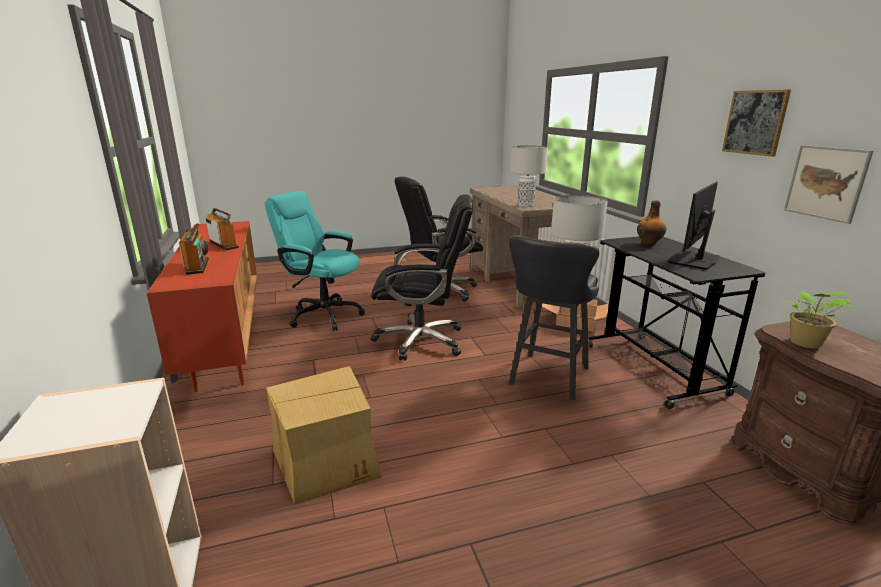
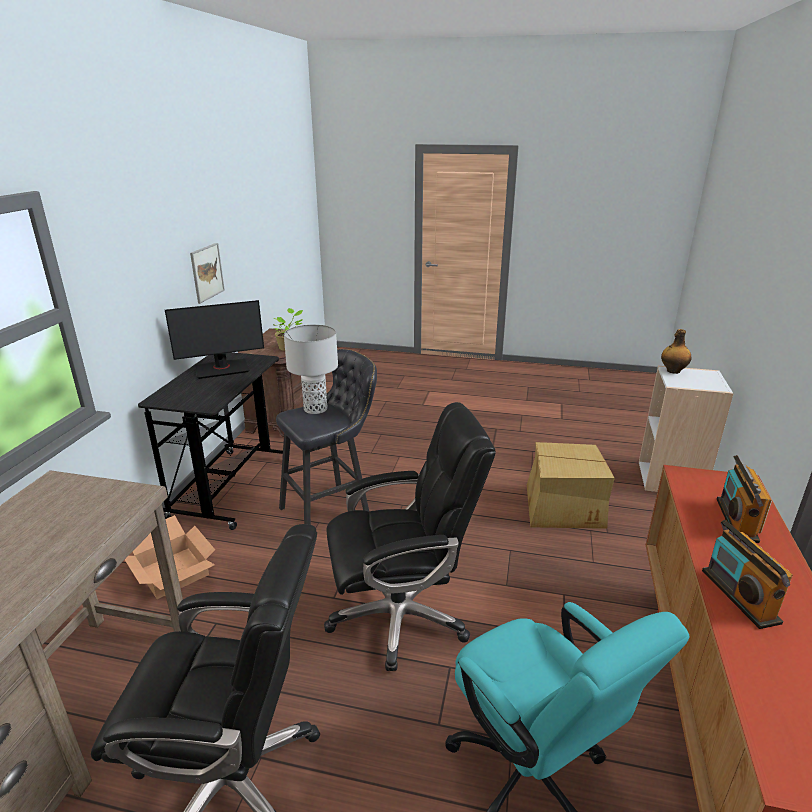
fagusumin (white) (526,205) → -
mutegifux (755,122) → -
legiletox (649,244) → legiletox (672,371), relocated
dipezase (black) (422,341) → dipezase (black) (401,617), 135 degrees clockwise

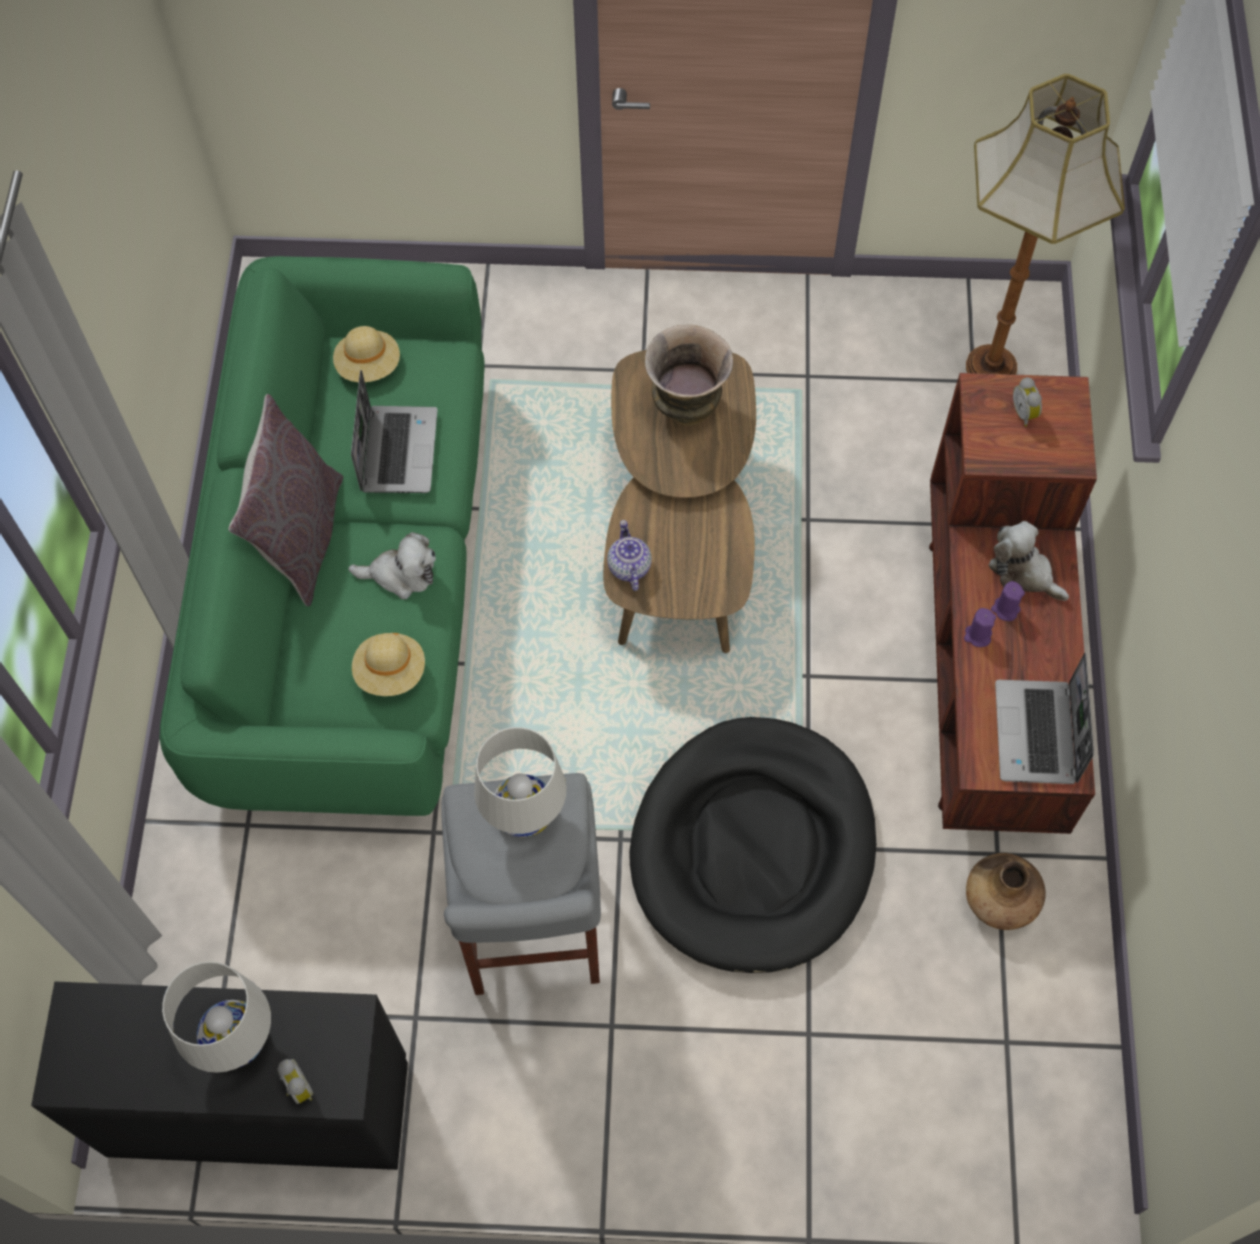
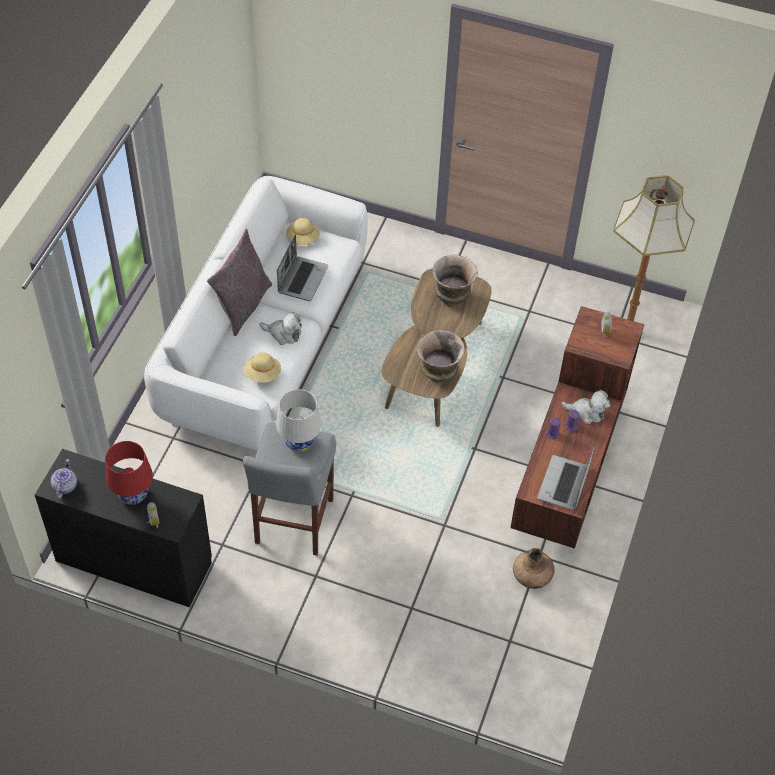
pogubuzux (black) (753,848) → -
- → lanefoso (438,375)
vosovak (628,566) → vosovak (65,486), relocated
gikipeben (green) (353,584) → gikipeben (white) (264,345)
fagusumin (white) (236,1039) → fagusumin (red) (133,494)
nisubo (1023,572) → nisubo (587,412), 135 degrees clockwise

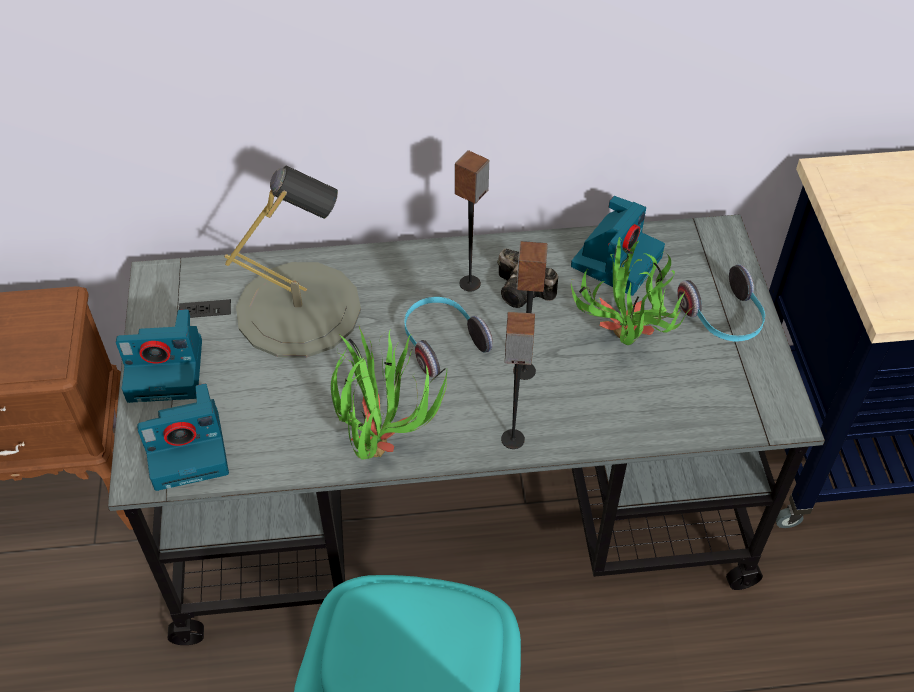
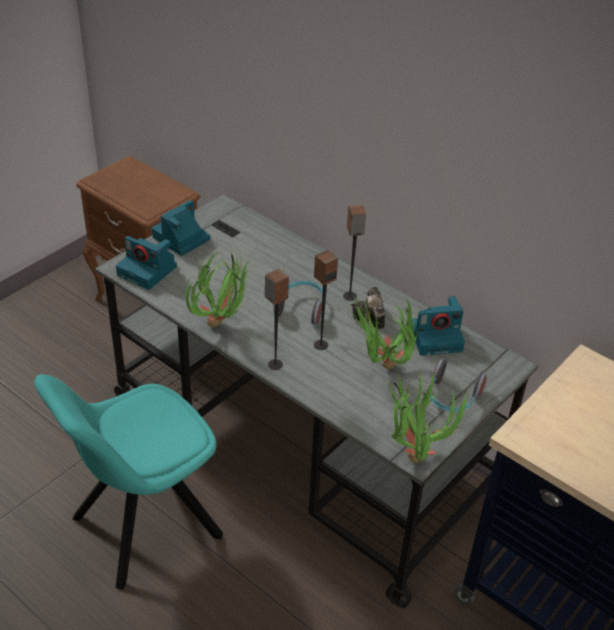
fagusumin (grey) (299,309) → -
- → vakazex (416,451)
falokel (167,369) → falokel (180,239), 90 degrees clockwise

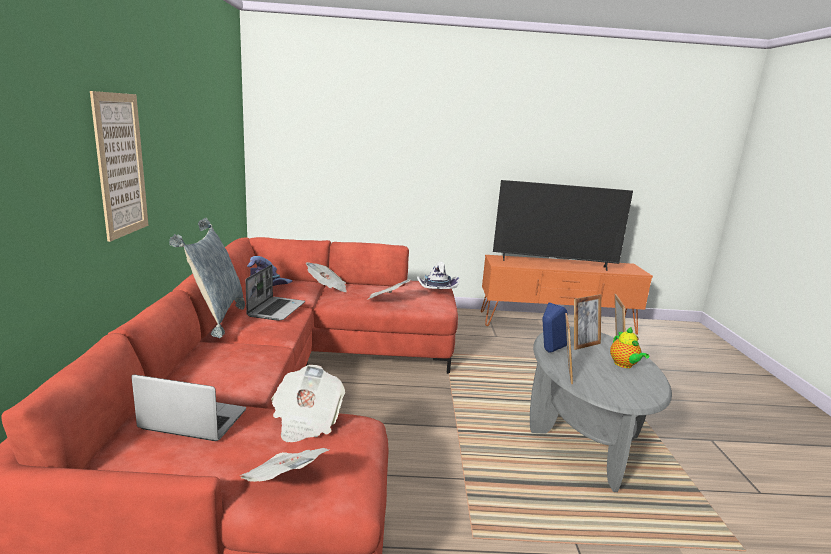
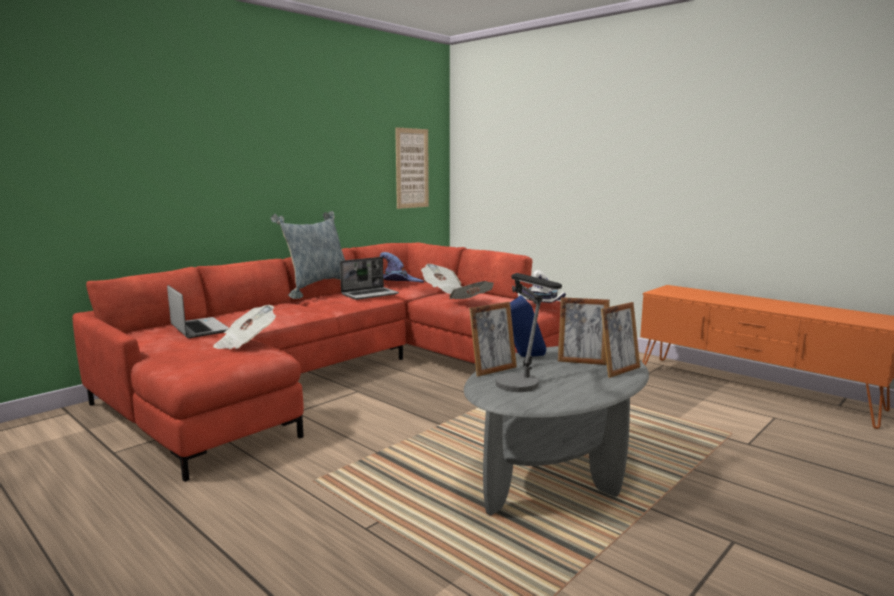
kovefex (284,482) → -
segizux (553,263) → -
vosovak (624,365) → -
- → fagusumin (523,389)
mutegifux (121,165) → mutegifux (412,168), relocated

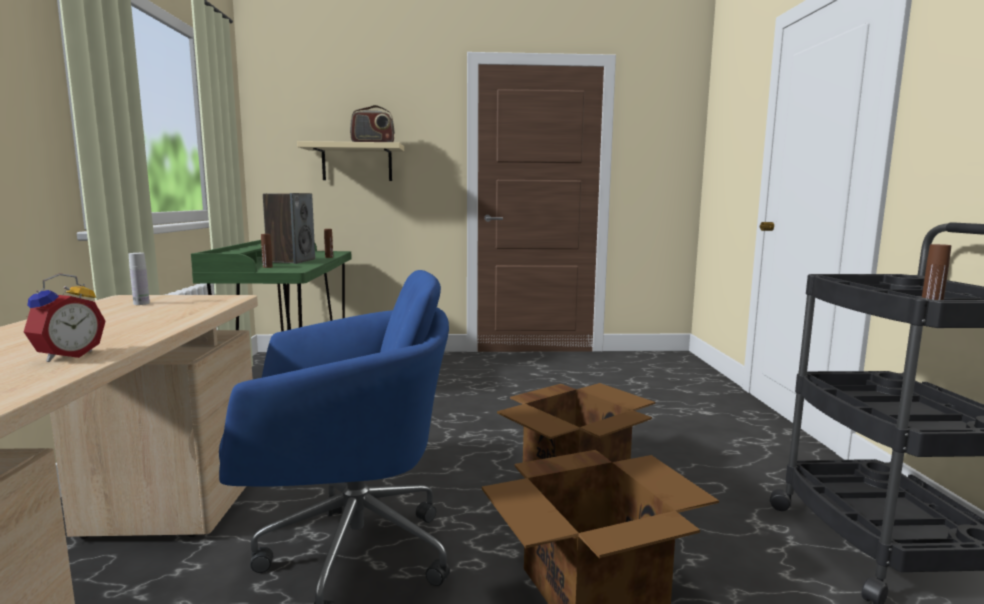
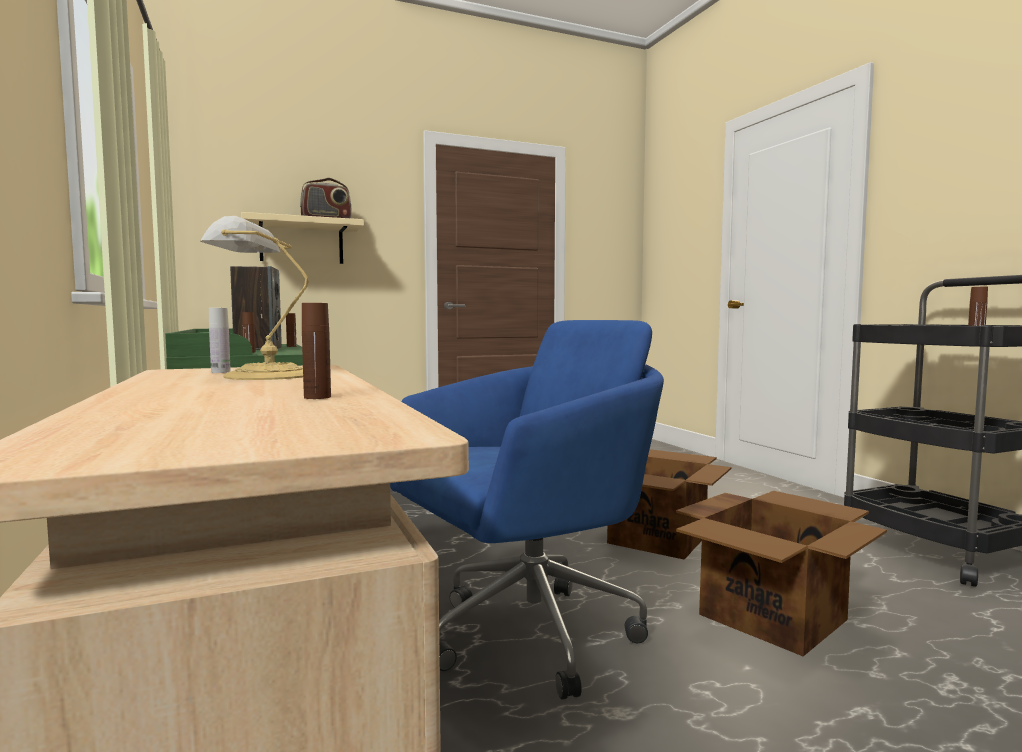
- → fagusumin (264,375)
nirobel (66,356) → legiletox (brown) (317,397)

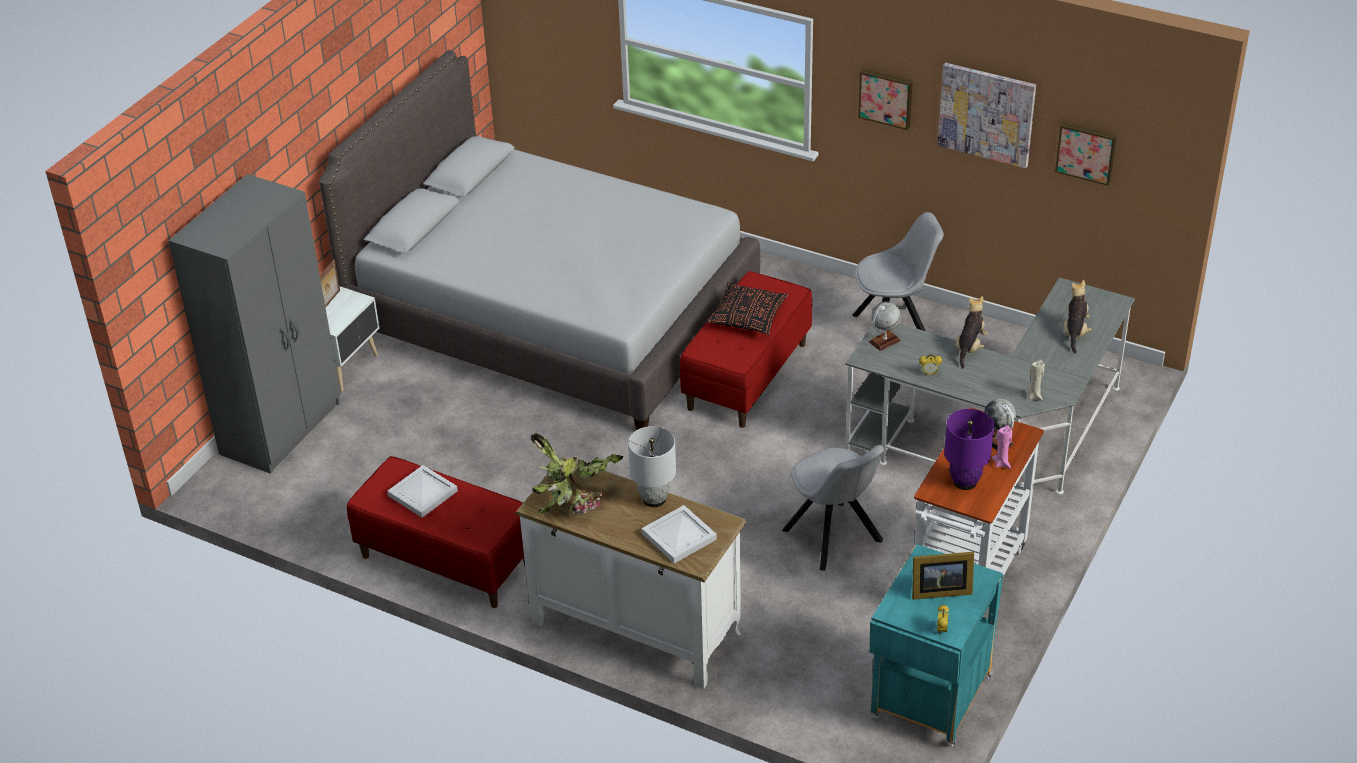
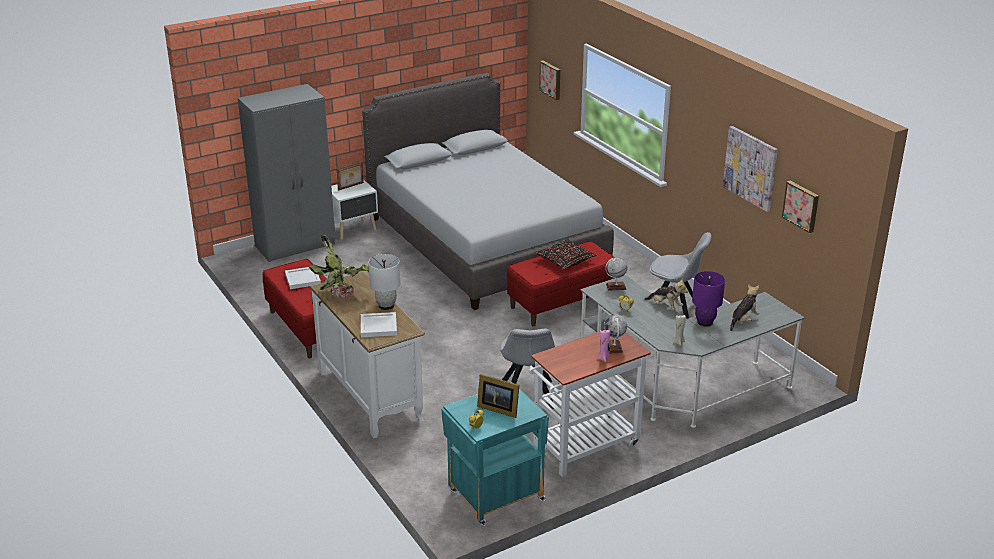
mutegifux (886,97) → mutegifux (551,79), relocated
fagusumin (purple) (965,481) → fagusumin (purple) (705,322), relocated
nisubo (970,347) → nisubo (665,306), 75 degrees clockwise

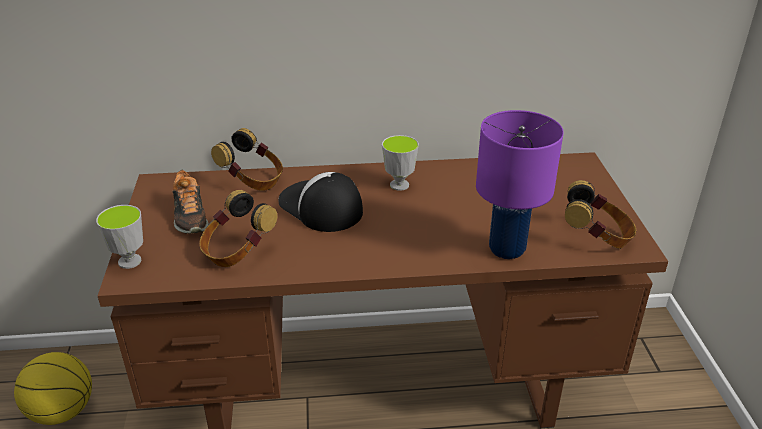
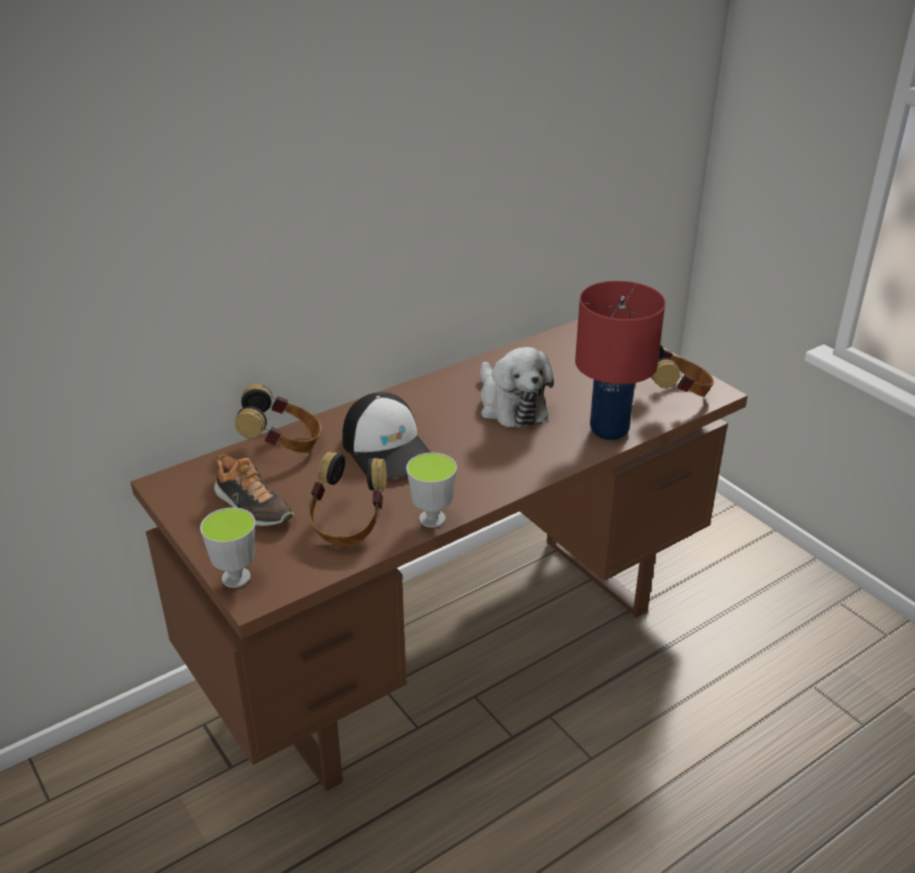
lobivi (62,411) → -
- → nisubo (510,405)
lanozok (399,185) → lanozok (432,519), relocated
fagusumin (purple) (505,251) → fagusumin (red) (609,432)
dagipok (320,207) → dagipok (388,449), 135 degrees counterclockwise

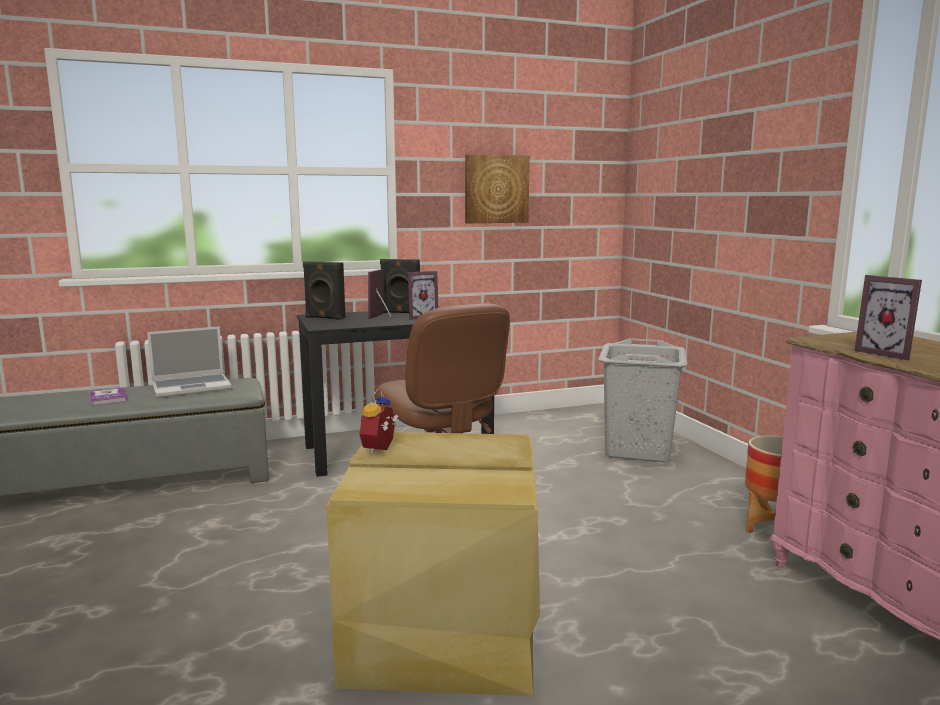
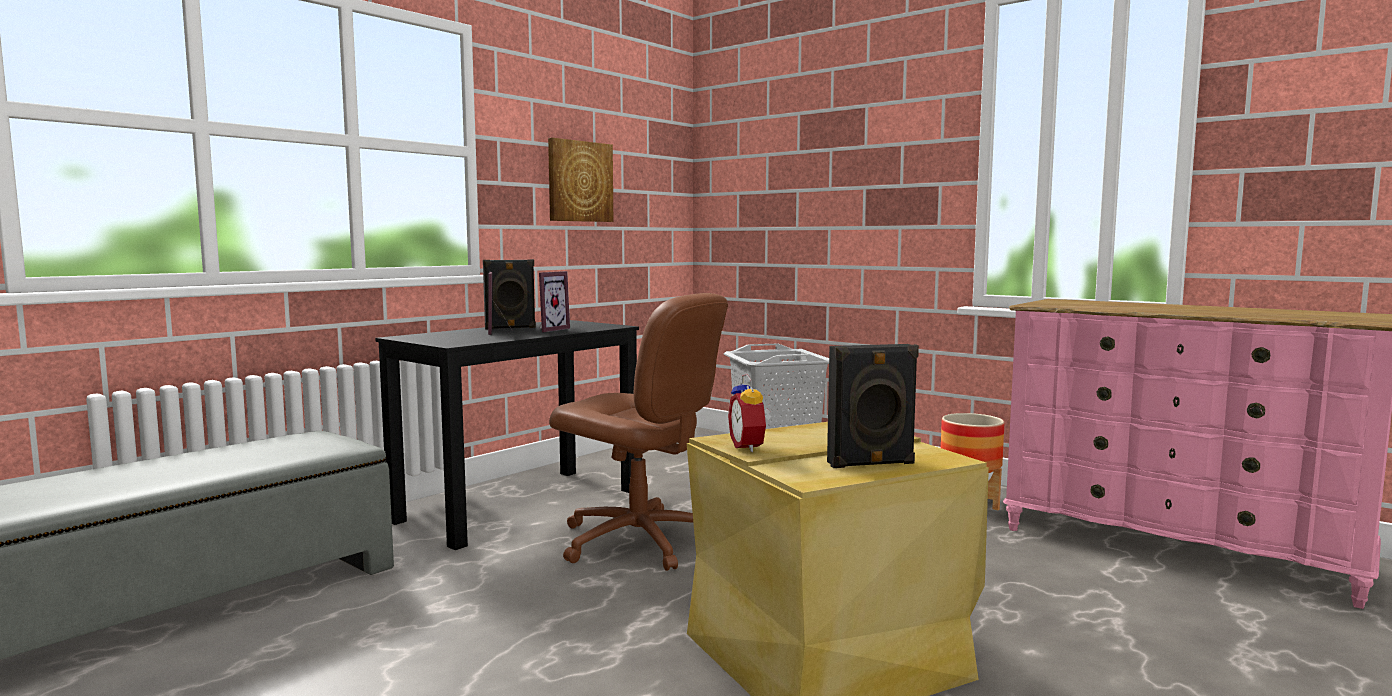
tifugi (108,398) → -
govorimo (192,387) → -
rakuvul (888,353) → -
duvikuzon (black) (324,318) → duvikuzon (black) (871,464), relocated

